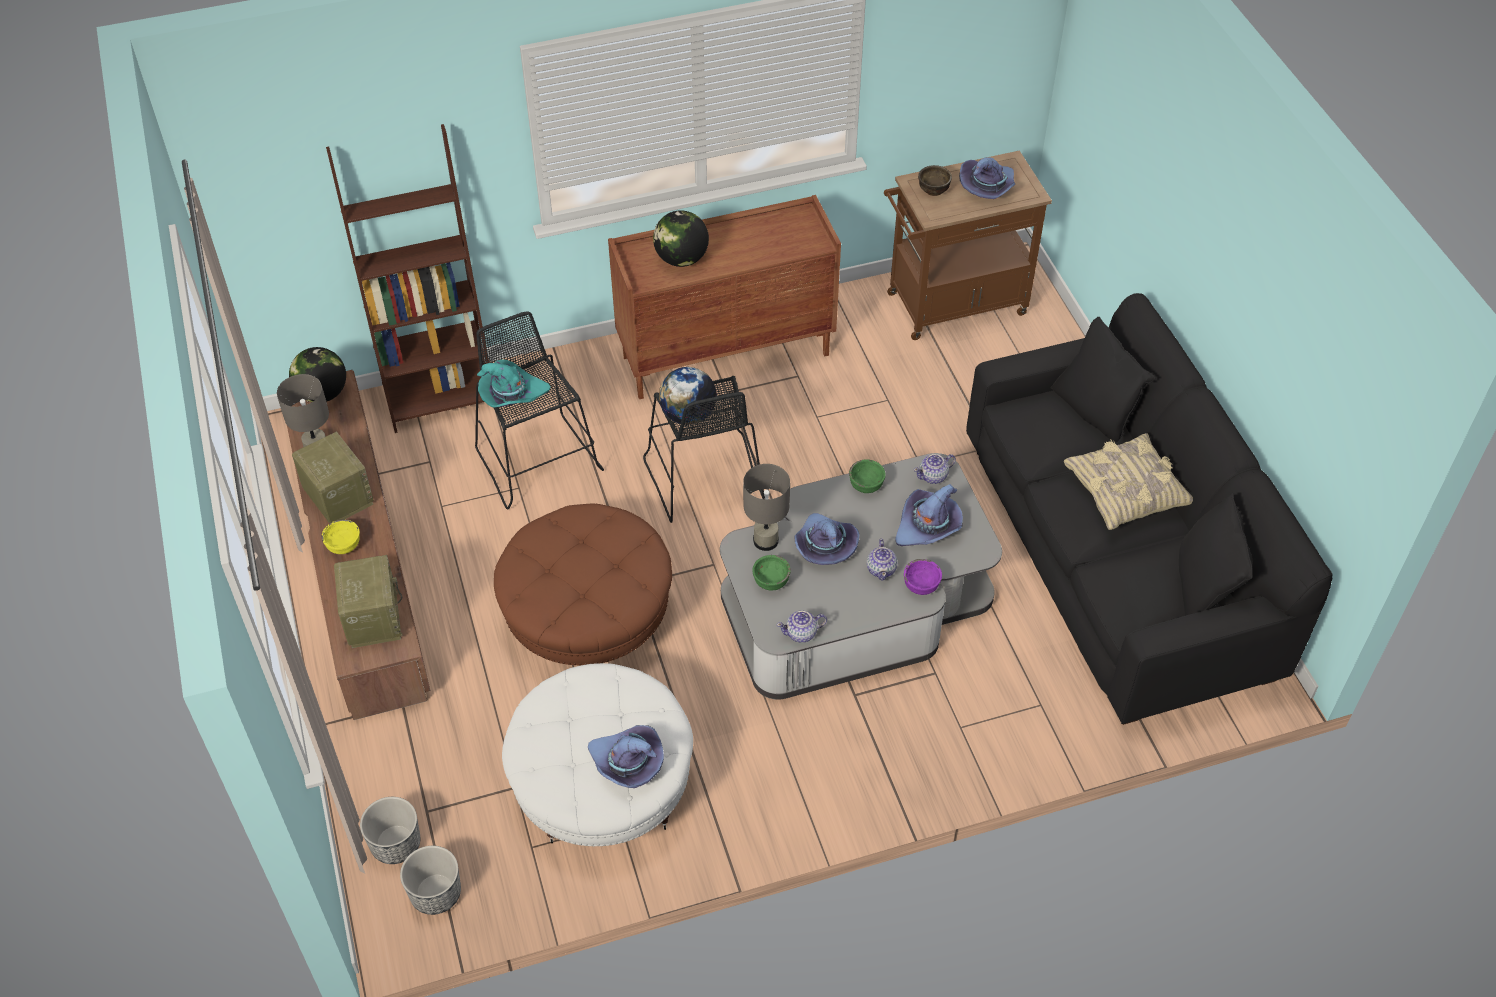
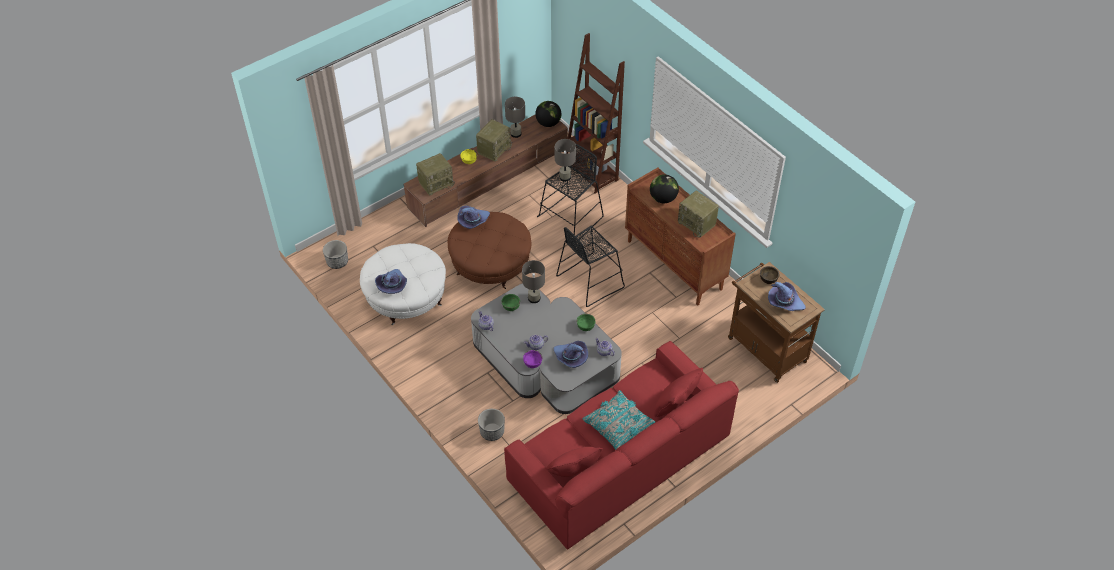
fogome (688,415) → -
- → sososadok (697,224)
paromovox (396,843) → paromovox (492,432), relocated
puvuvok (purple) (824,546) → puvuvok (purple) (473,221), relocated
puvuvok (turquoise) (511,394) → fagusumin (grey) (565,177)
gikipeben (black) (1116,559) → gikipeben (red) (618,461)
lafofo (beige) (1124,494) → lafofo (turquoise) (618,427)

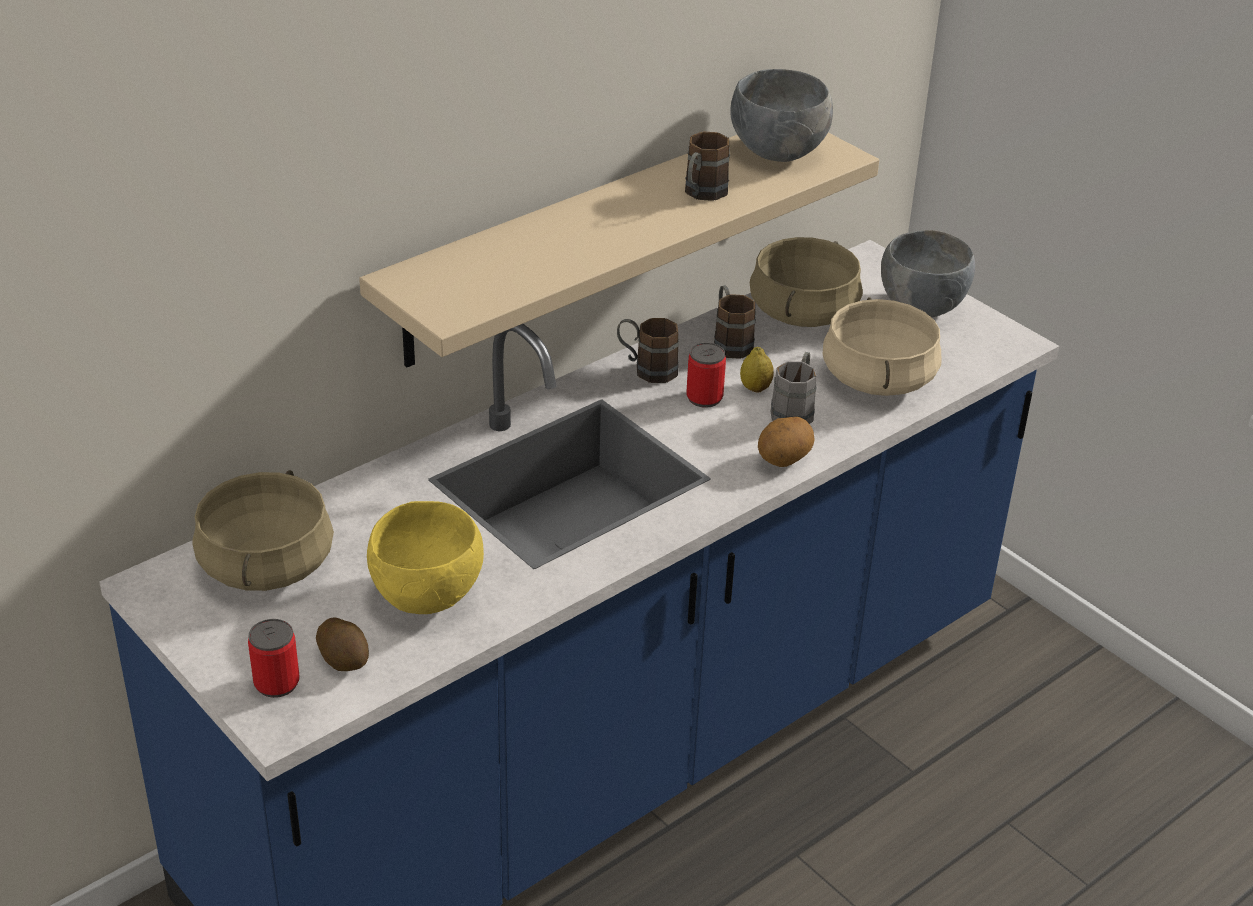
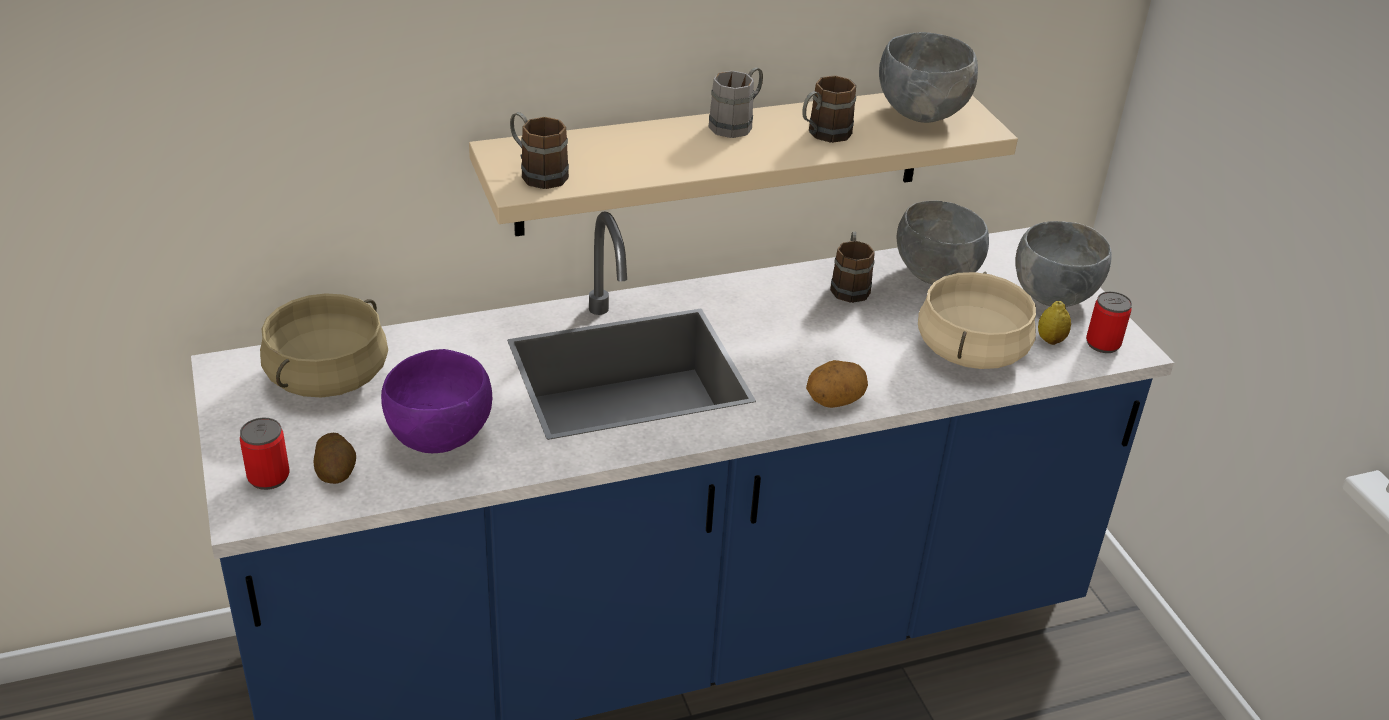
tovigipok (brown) (646,369) → tovigipok (brown) (536,173), relocated
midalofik (704,398) → midalofik (1102,344), relocated
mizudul (755,388) → mizudul (1050,340), relocated
tovigipok (grey) (795,410) → tovigipok (grey) (737,124), relocated
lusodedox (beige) (804,313) → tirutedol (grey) (935,276)
tirutedol (yellow) (428,595) → tirutedol (purple) (441,438)

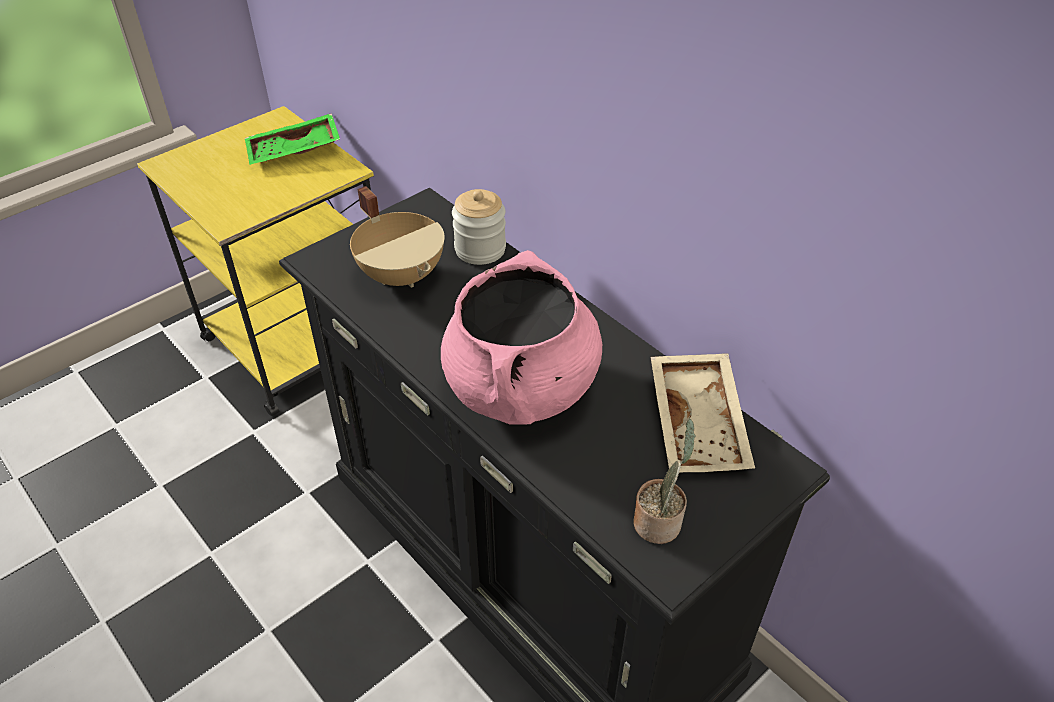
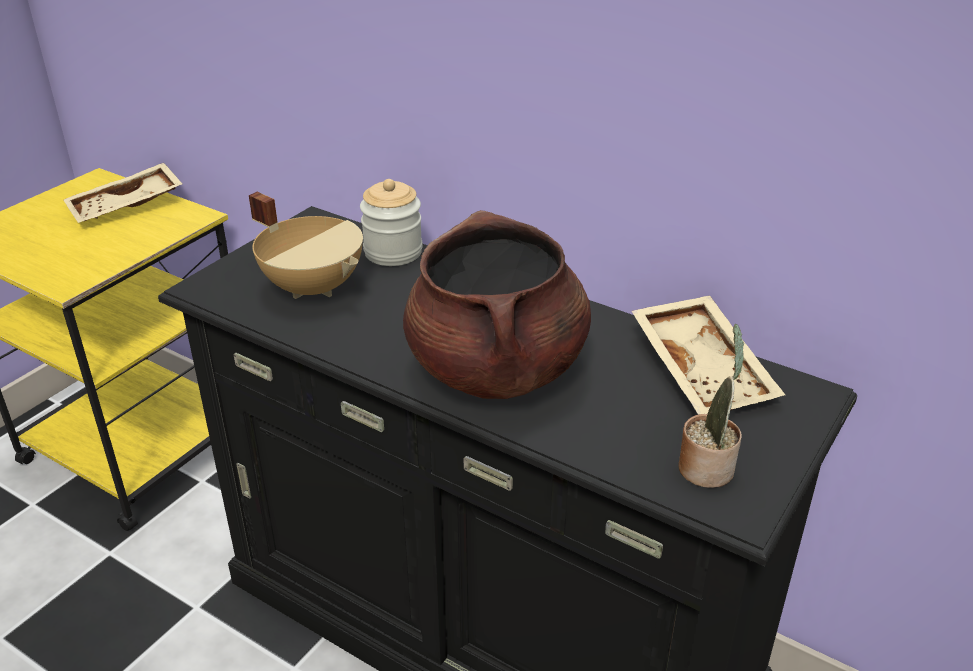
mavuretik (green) (294,151) → mavuretik (beige) (127,207)
lusodedox (pink) (521,387) → lusodedox (brown) (496,369)

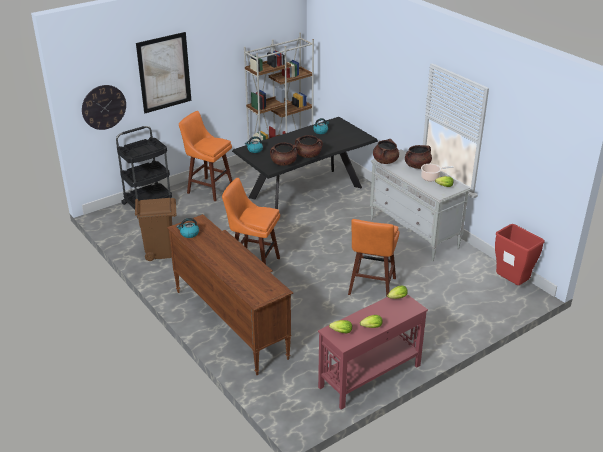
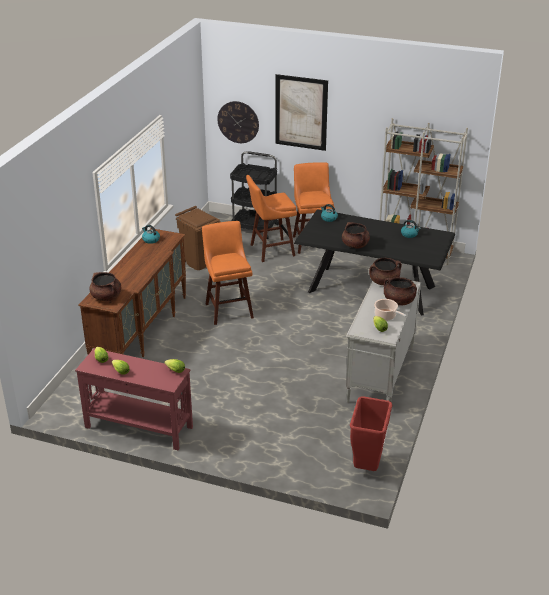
lusodedox (brown) (284,163) → lusodedox (brown) (106,297), relocated
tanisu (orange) (371,287) → tanisu (orange) (270,250), relocated

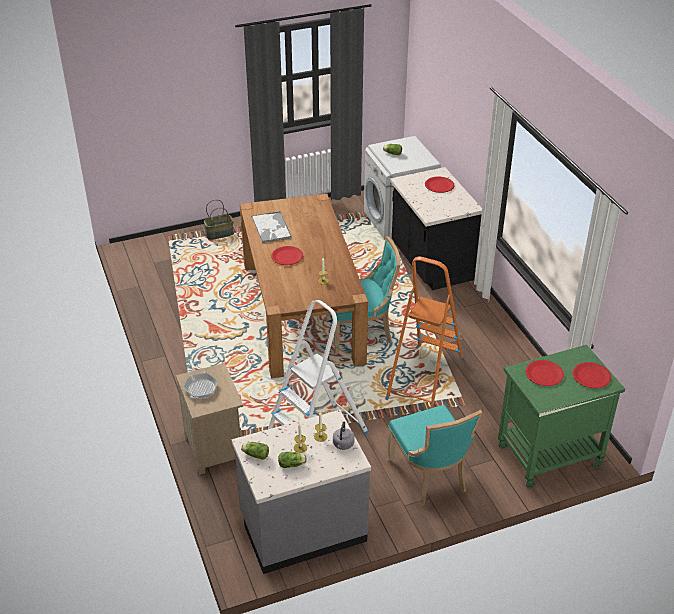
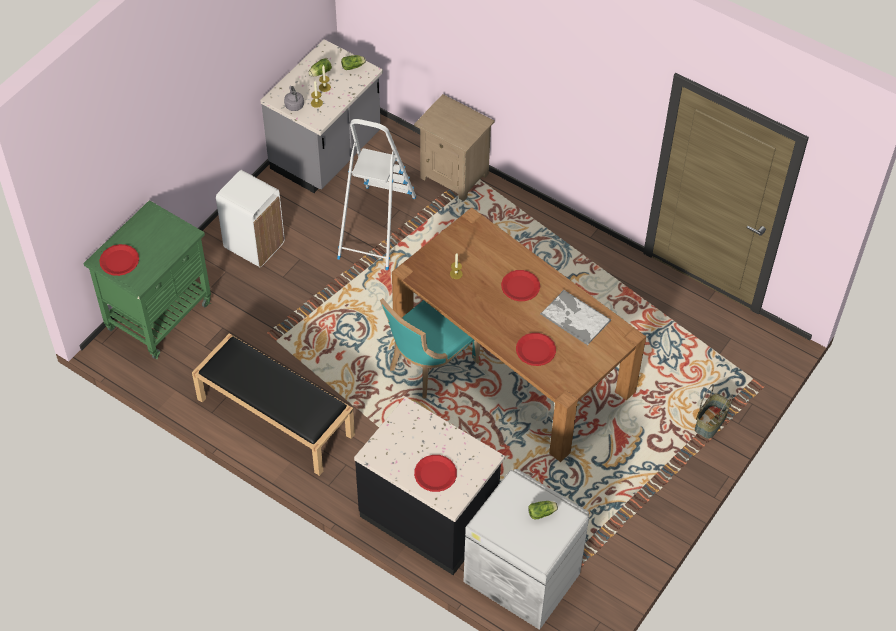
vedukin (201,388) → -
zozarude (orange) (425,377) → -
- → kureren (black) (274,417)
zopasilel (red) (544,374) → zopasilel (red) (535,350), relocated
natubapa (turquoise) (430,477) → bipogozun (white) (254,245)

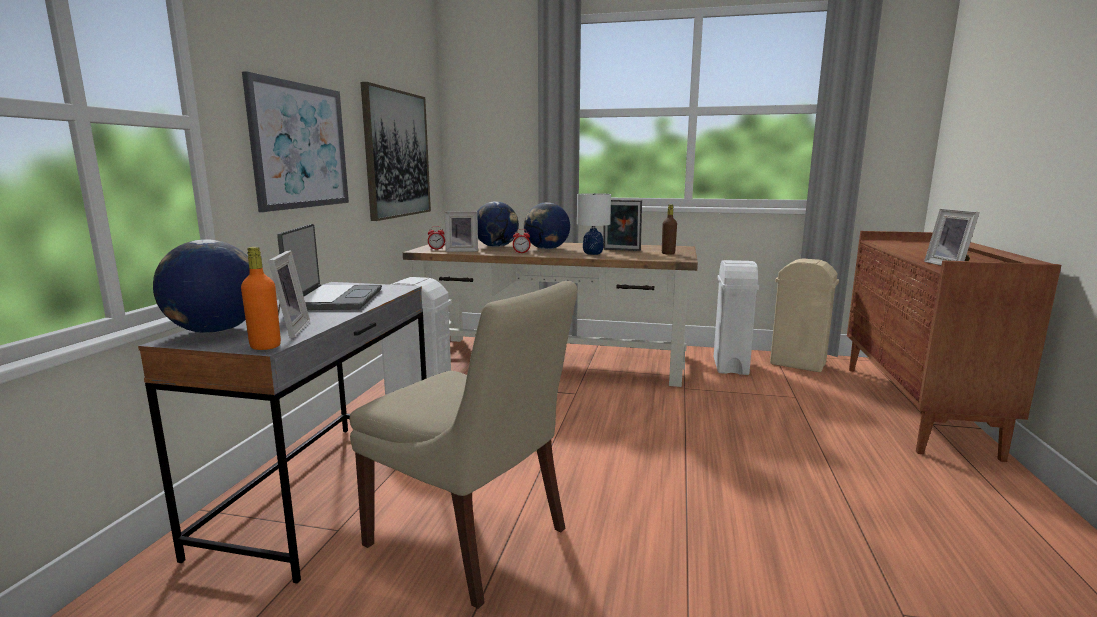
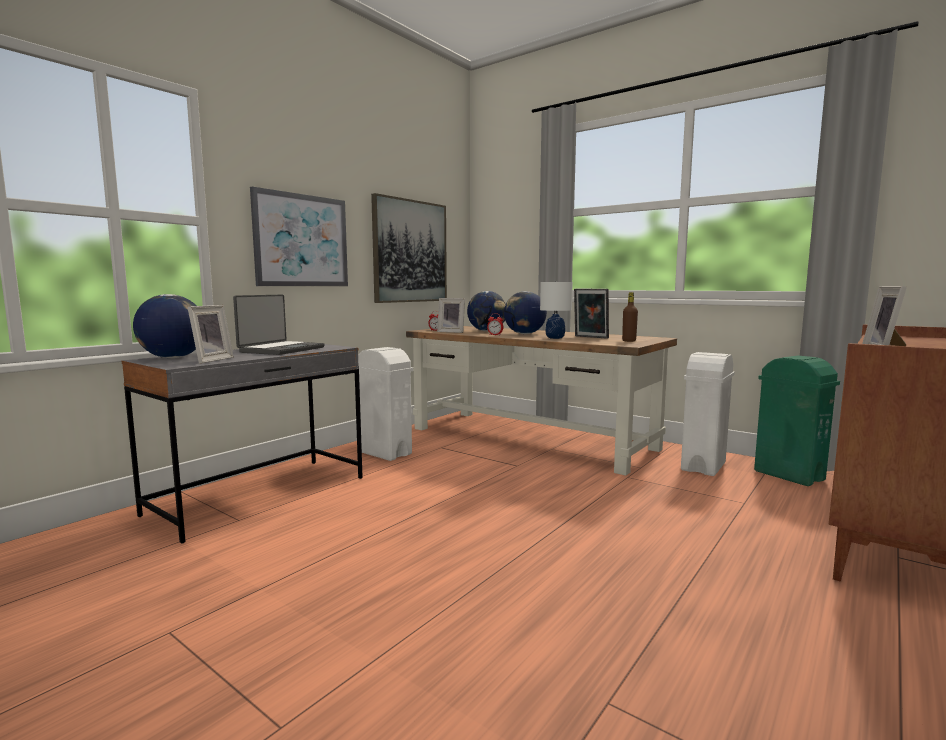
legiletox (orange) (265,346) → -
natubapa (beige) (471,540) → -
bipogozun (beige) (797,364) → bipogozun (green) (788,475)

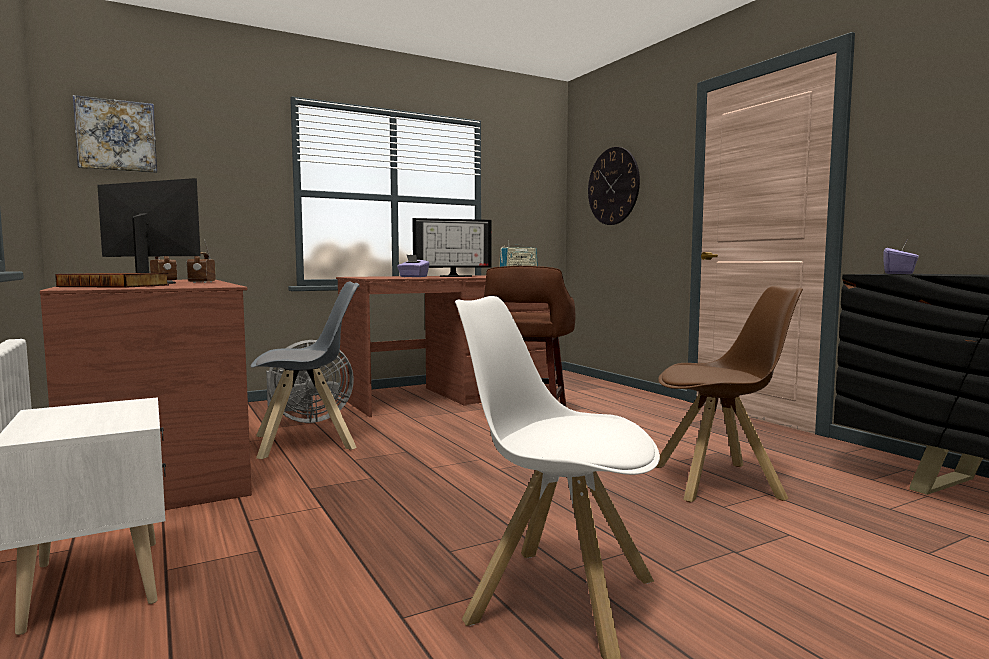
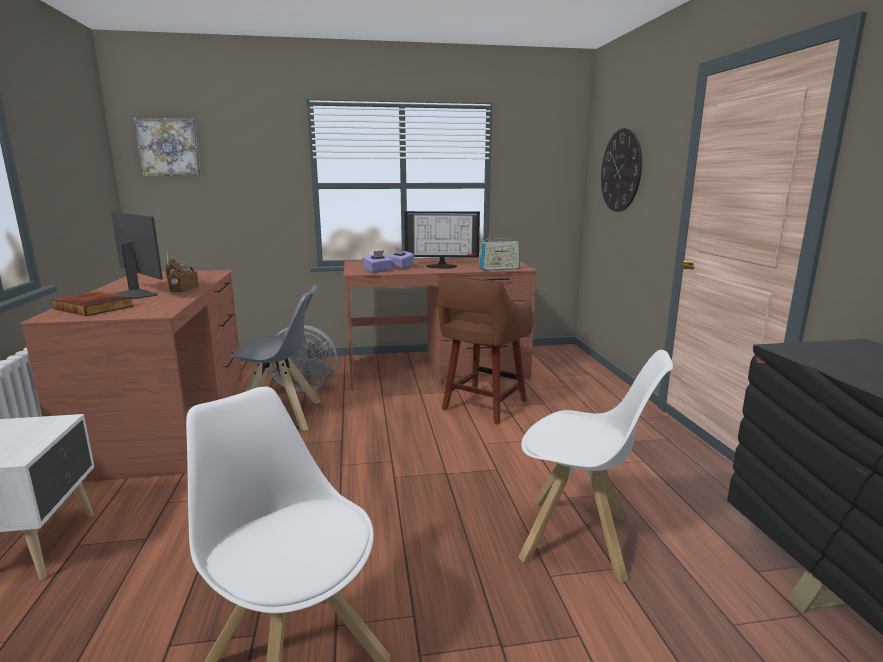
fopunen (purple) (899,273) → fopunen (purple) (378,271), relocated
natubapa (brown) (720,482) → natubapa (white) (580,538)

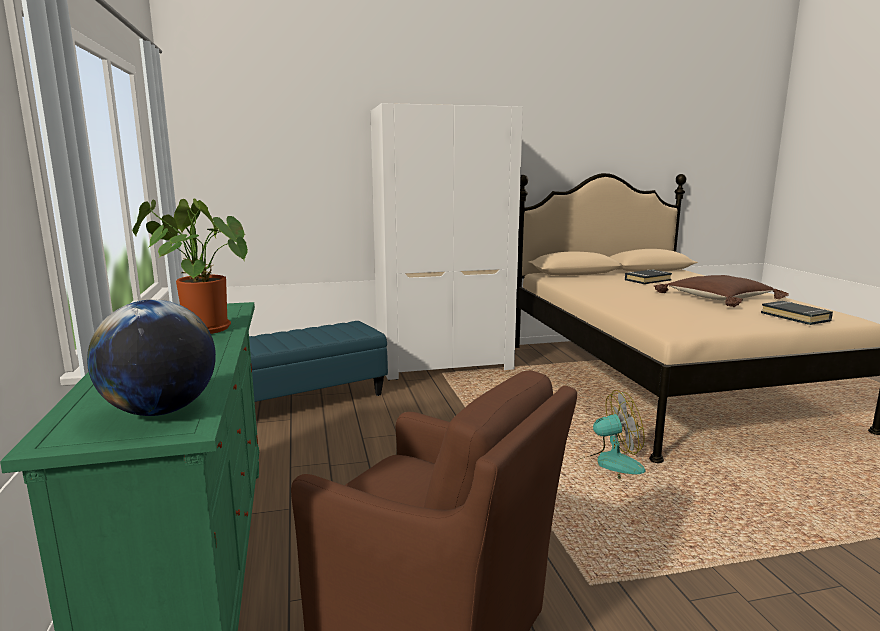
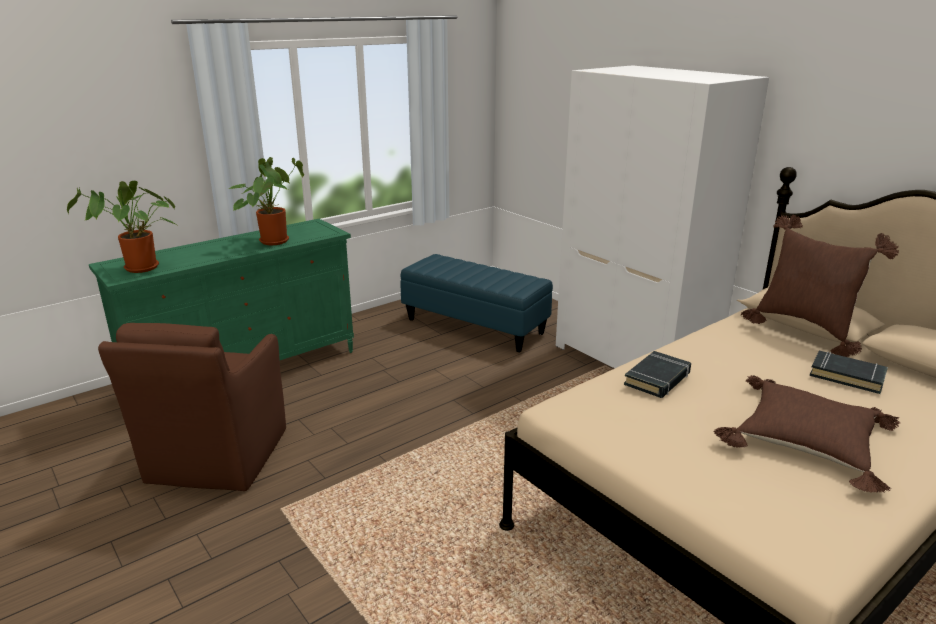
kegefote (608,466) → -
- → lafofo (brown) (803,336)
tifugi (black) (795,317) → tifugi (black) (657,379), relocated
fogome (160,411) → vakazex (139,269)

